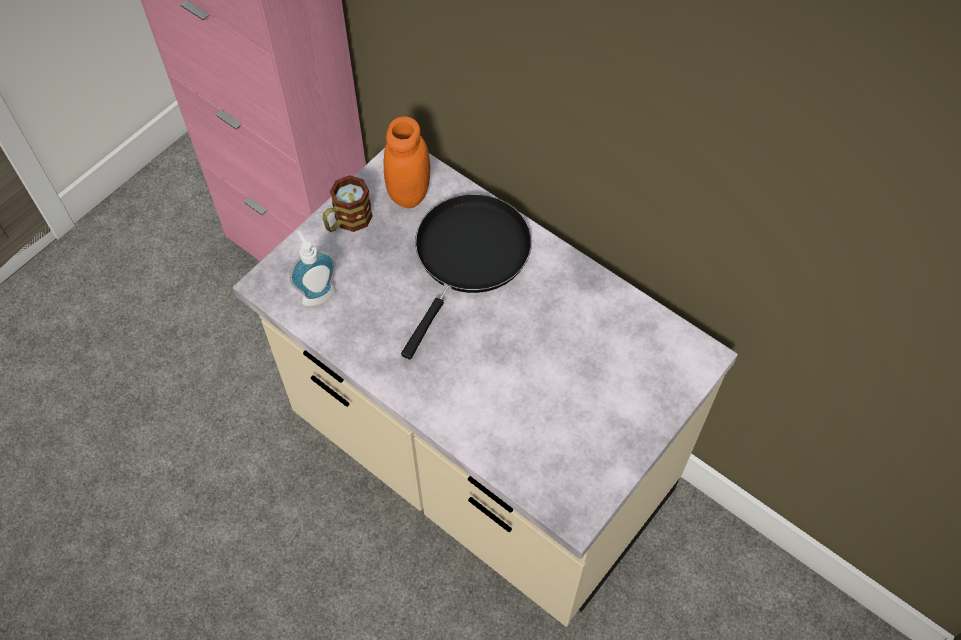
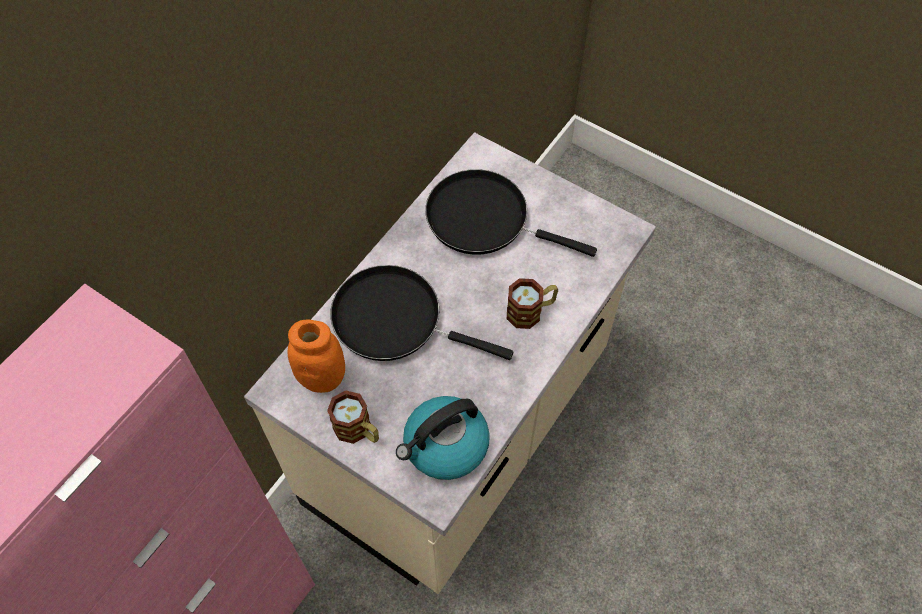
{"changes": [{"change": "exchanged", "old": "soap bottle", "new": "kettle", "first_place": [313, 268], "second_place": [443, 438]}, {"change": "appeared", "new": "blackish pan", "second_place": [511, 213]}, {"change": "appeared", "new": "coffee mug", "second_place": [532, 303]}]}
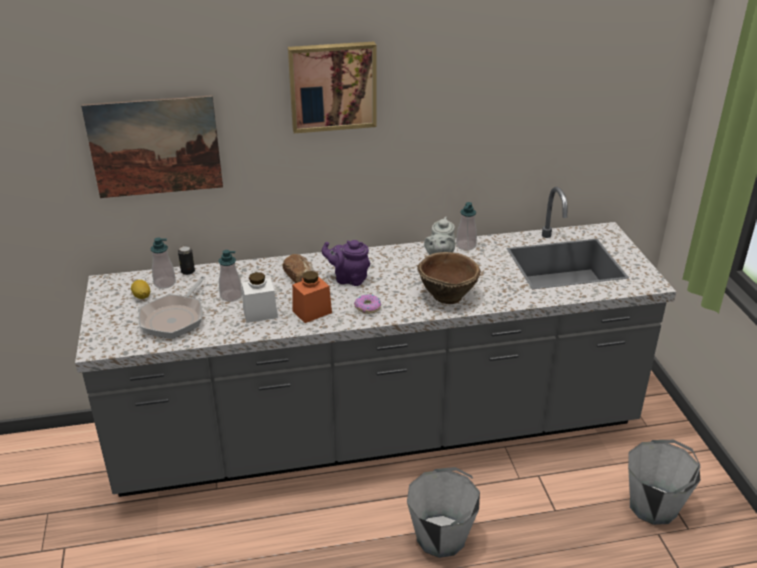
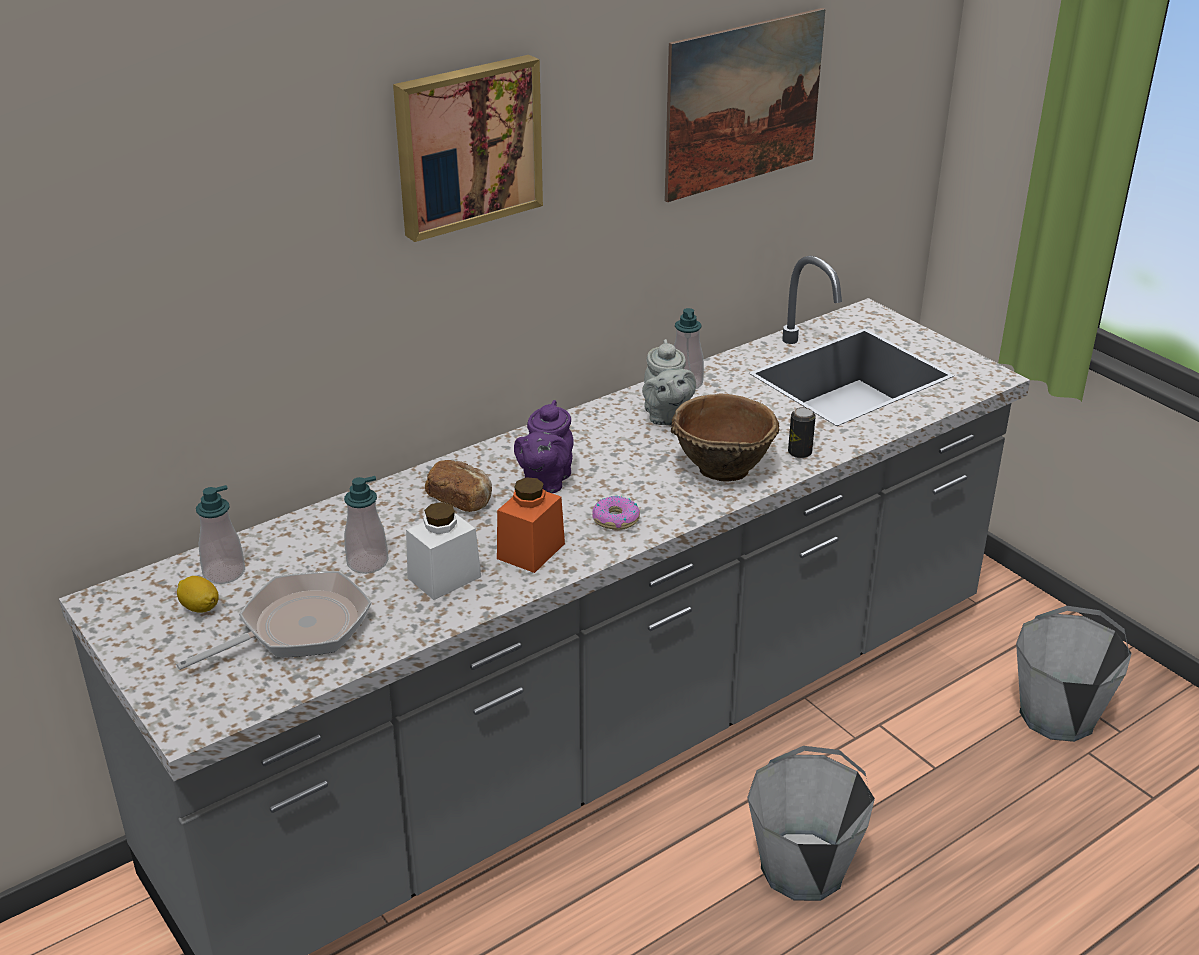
{"changes": [{"change": "relocated", "old": "wall art", "first_place": [152, 146], "second_place": [745, 105]}, {"change": "spun", "old": "purplish teapot", "first_place": [345, 263], "second_place": [544, 446], "degrees": -60}, {"change": "relocated", "old": "can", "first_place": [186, 260], "second_place": [802, 432]}, {"change": "spun", "old": "pan", "first_place": [172, 307], "second_place": [274, 620], "degrees": -120}]}
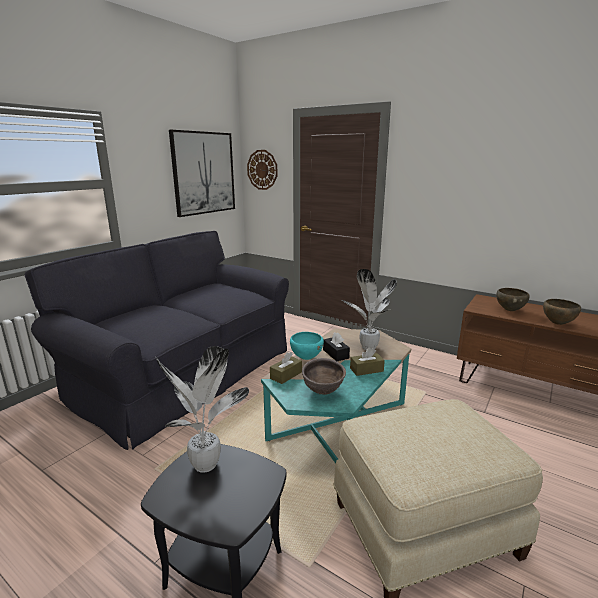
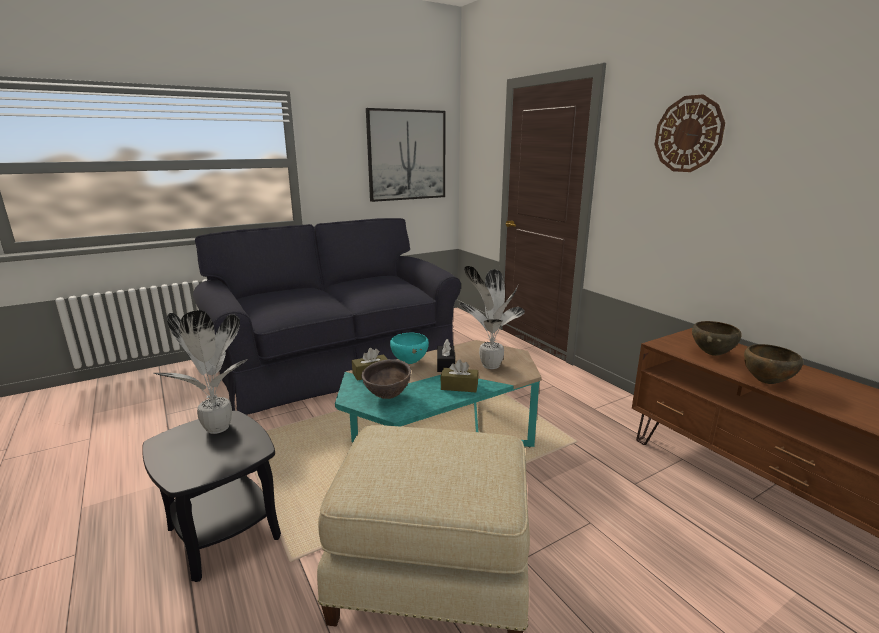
{"changes": [{"change": "relocated", "old": "wall clock", "first_place": [262, 170], "second_place": [689, 133]}]}
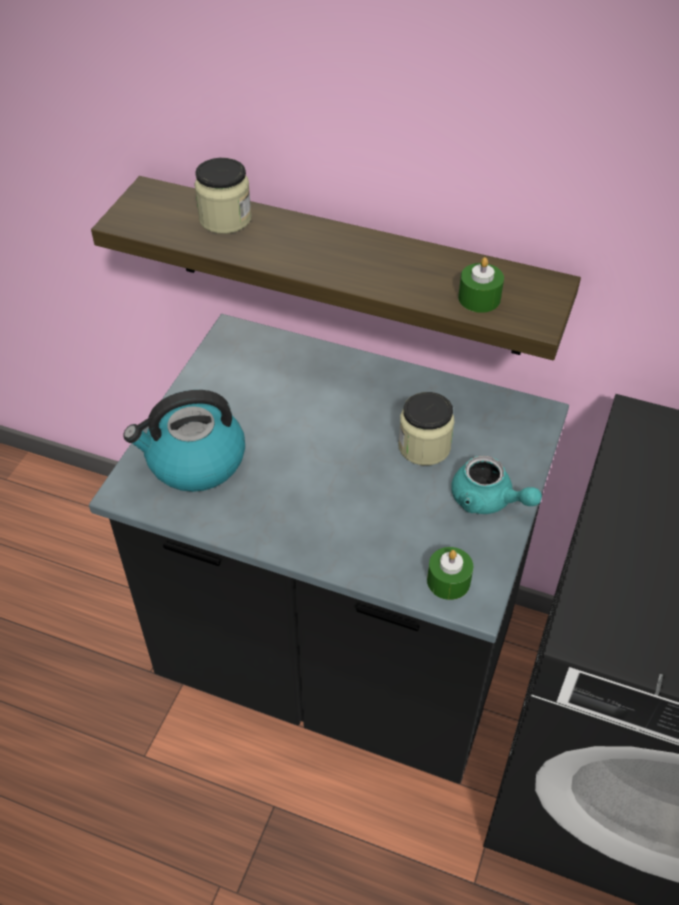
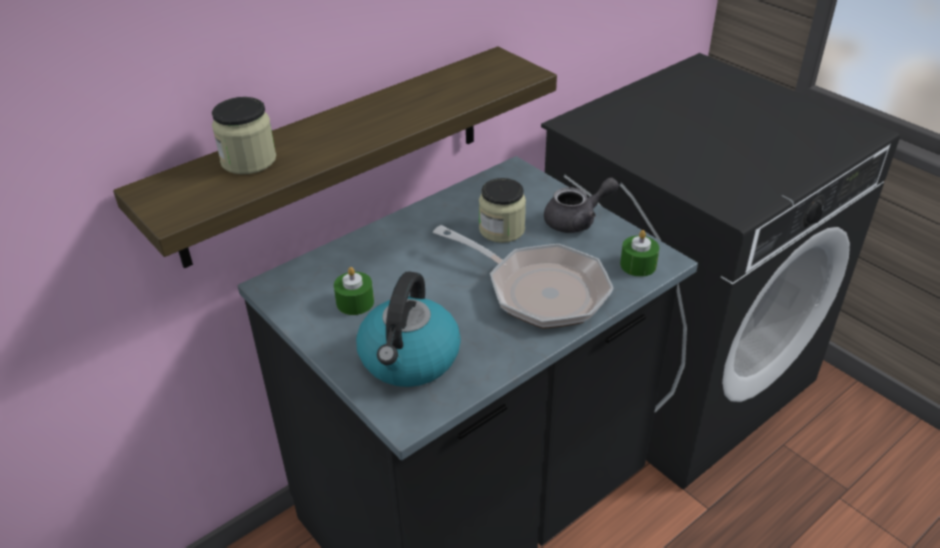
{"changes": [{"change": "relocated", "old": "greenish wax candle", "first_place": [481, 285], "second_place": [354, 291]}, {"change": "colour", "old": "turquoise-coloured teapot", "new": "grey teapot", "first_place": [496, 484], "second_place": [581, 205]}, {"change": "appeared", "new": "pan", "second_place": [523, 277]}]}
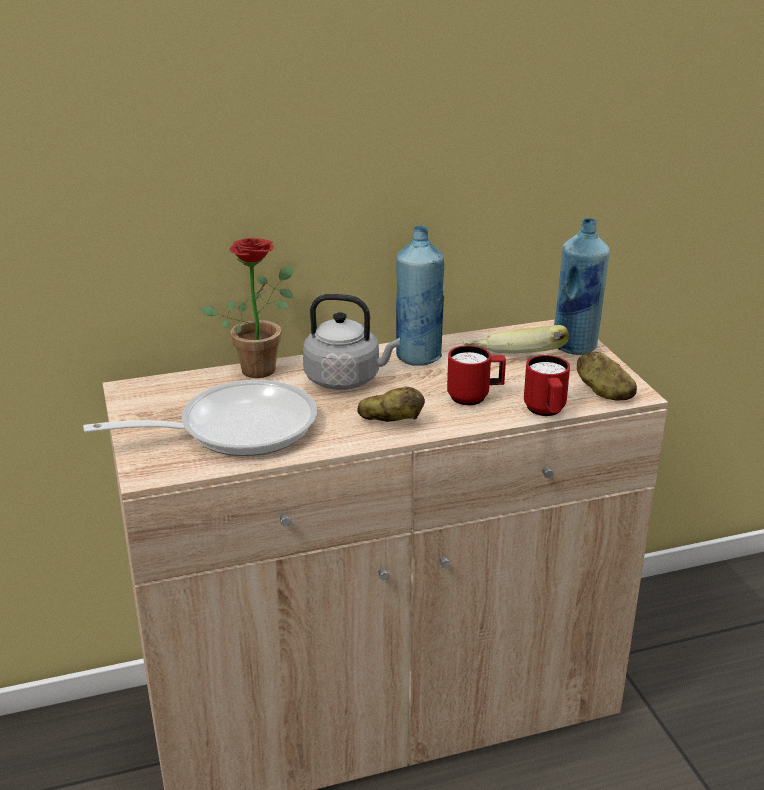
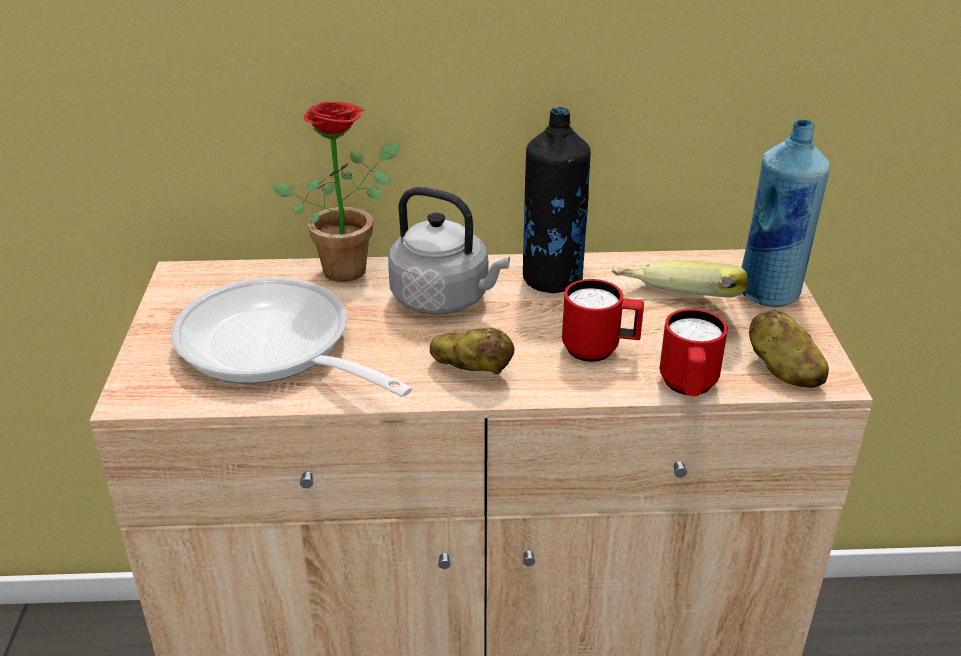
{"changes": [{"change": "colour", "old": "blue-coloured drink bottle", "new": "blackish drink bottle", "first_place": [420, 296], "second_place": [557, 200]}, {"change": "spun", "old": "pan", "first_place": [200, 418], "second_place": [291, 337], "degrees": -135}]}
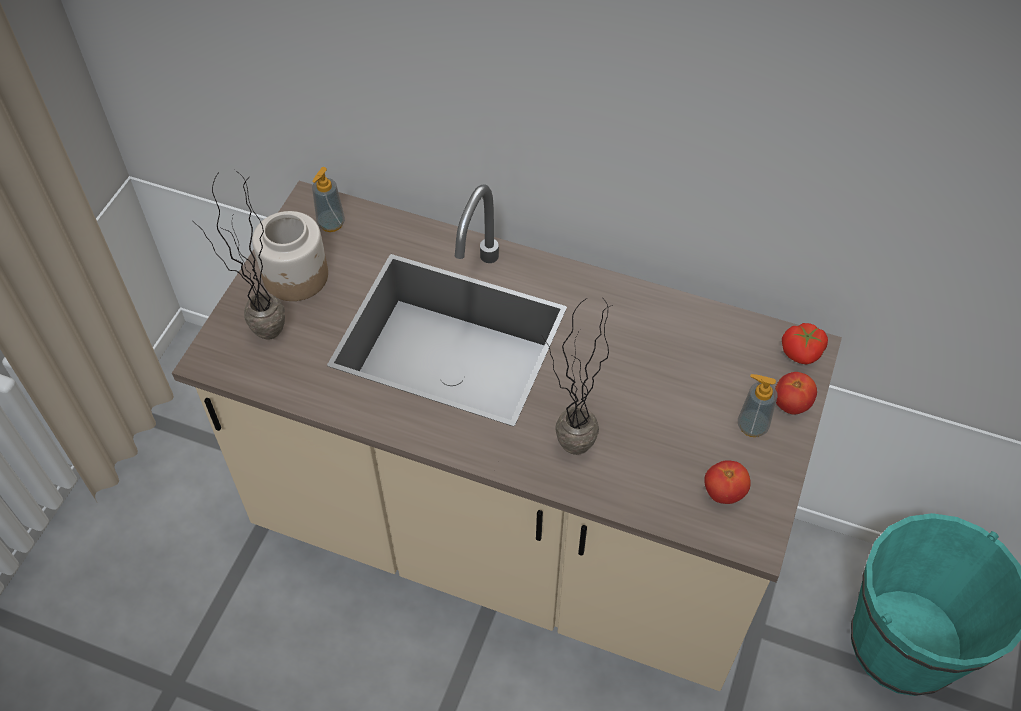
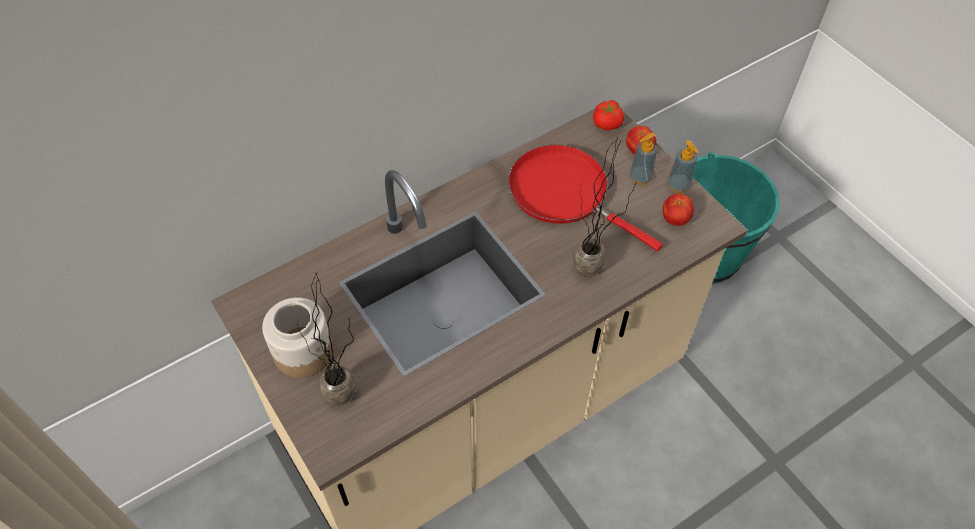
{"changes": [{"change": "relocated", "old": "soap bottle", "first_place": [328, 199], "second_place": [683, 166]}, {"change": "appeared", "new": "reddish pan", "second_place": [585, 198]}]}
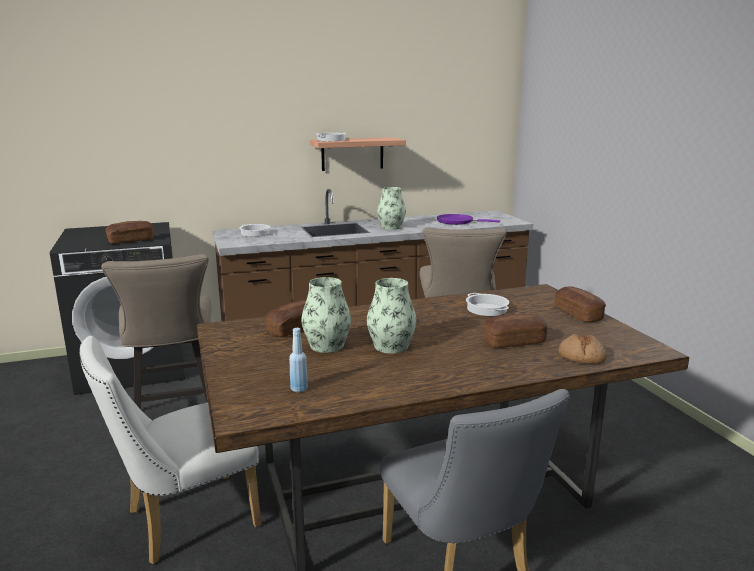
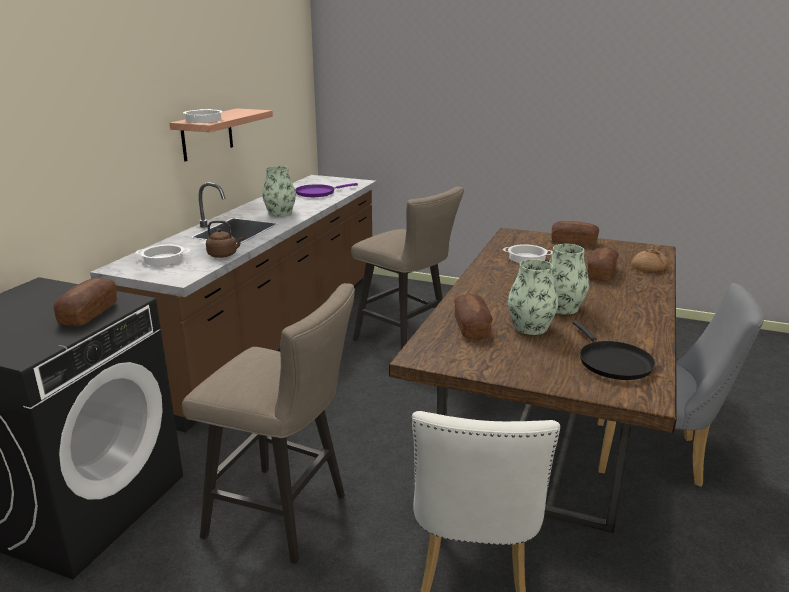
{"changes": [{"change": "exchanged", "old": "blue-coloured drink bottle", "new": "blackish pan", "first_place": [298, 360], "second_place": [614, 350]}, {"change": "appeared", "new": "brown kettle", "second_place": [224, 239]}]}
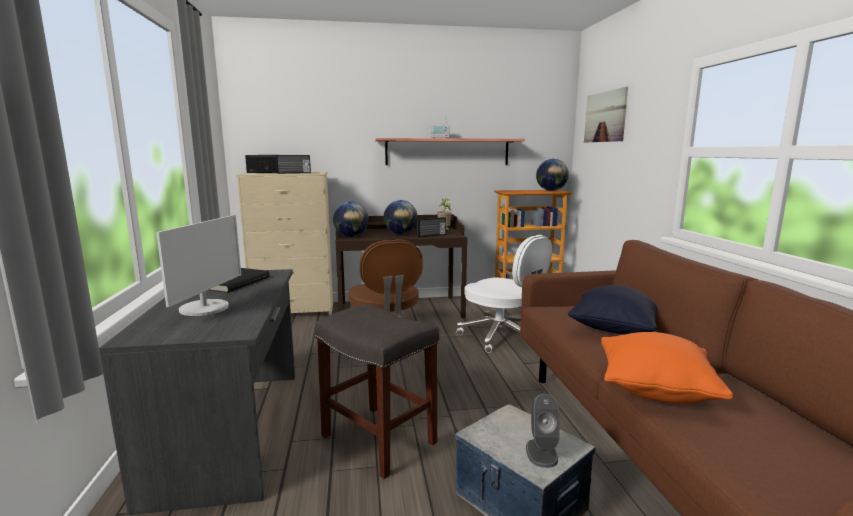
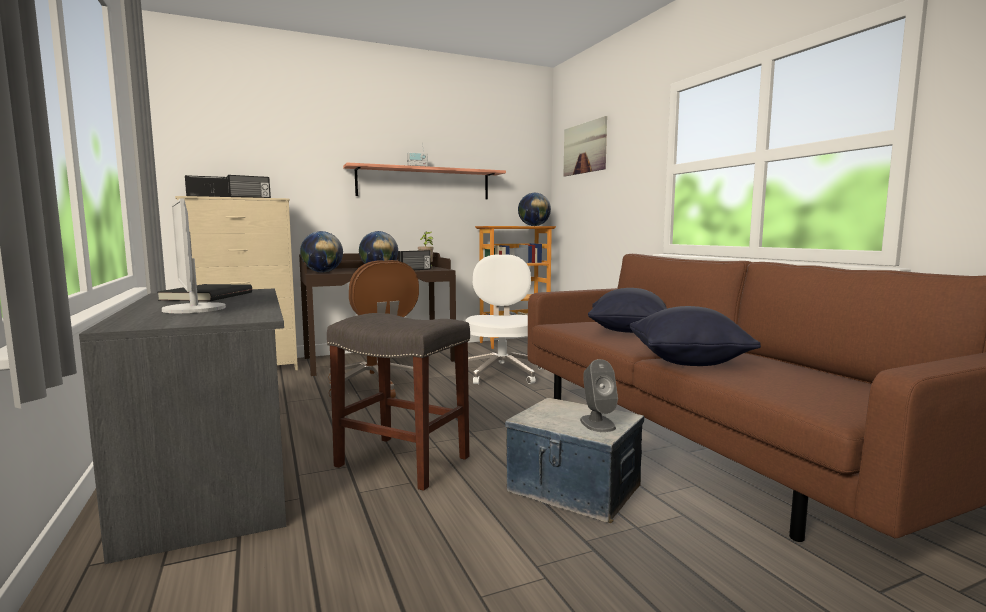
{"changes": [{"change": "spun", "old": "monitor", "first_place": [198, 265], "second_place": [194, 255], "degrees": 150}, {"change": "spun", "old": "white computer chair", "first_place": [504, 294], "second_place": [504, 319], "degrees": -120}, {"change": "colour", "old": "orangey pillow", "new": "blackish pillow", "first_place": [667, 368], "second_place": [695, 336]}]}
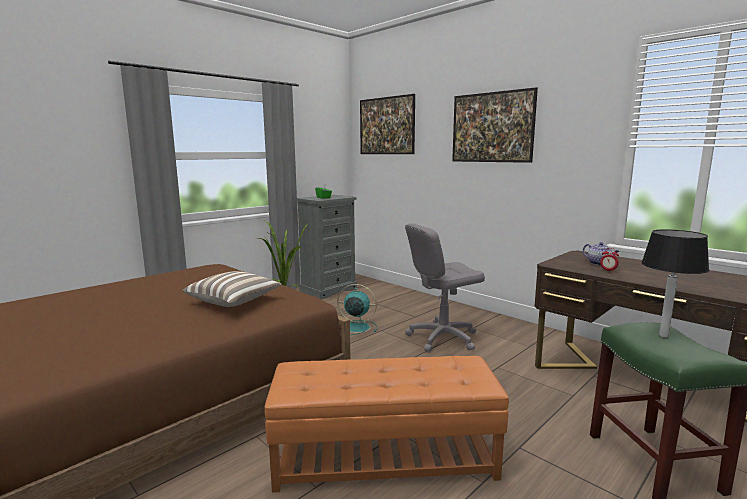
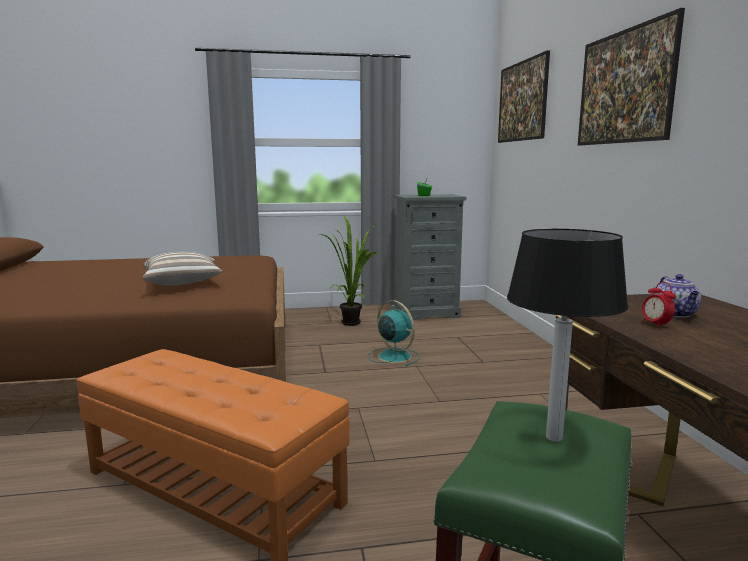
{"changes": [{"change": "missing", "old": "grey computer chair", "first_place": [445, 287]}]}
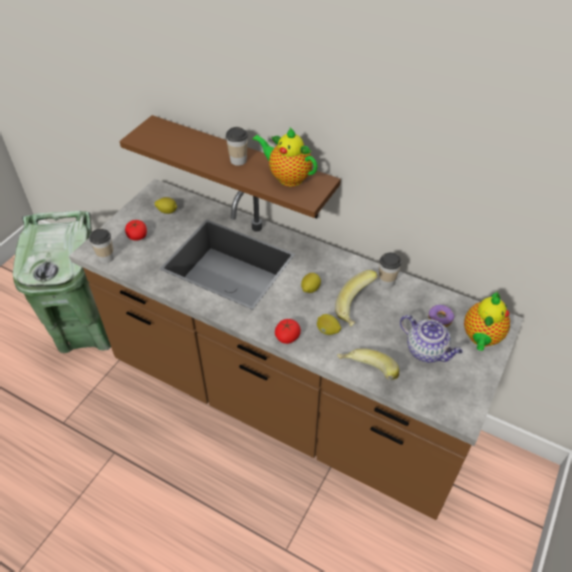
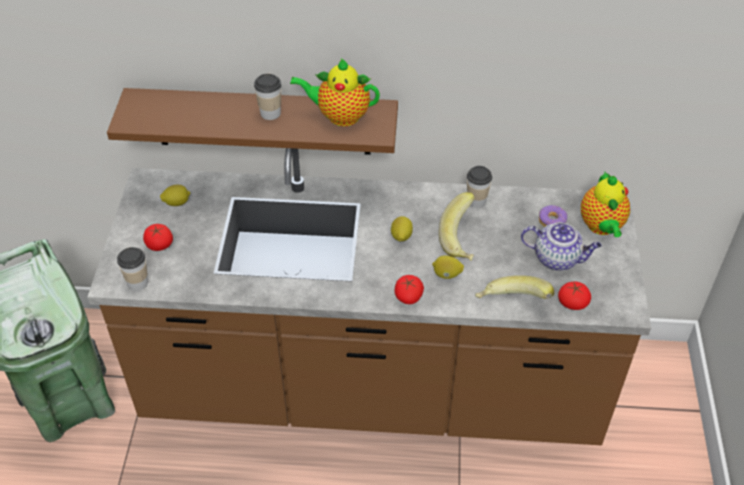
{"changes": [{"change": "appeared", "new": "tomato", "second_place": [574, 295]}]}
